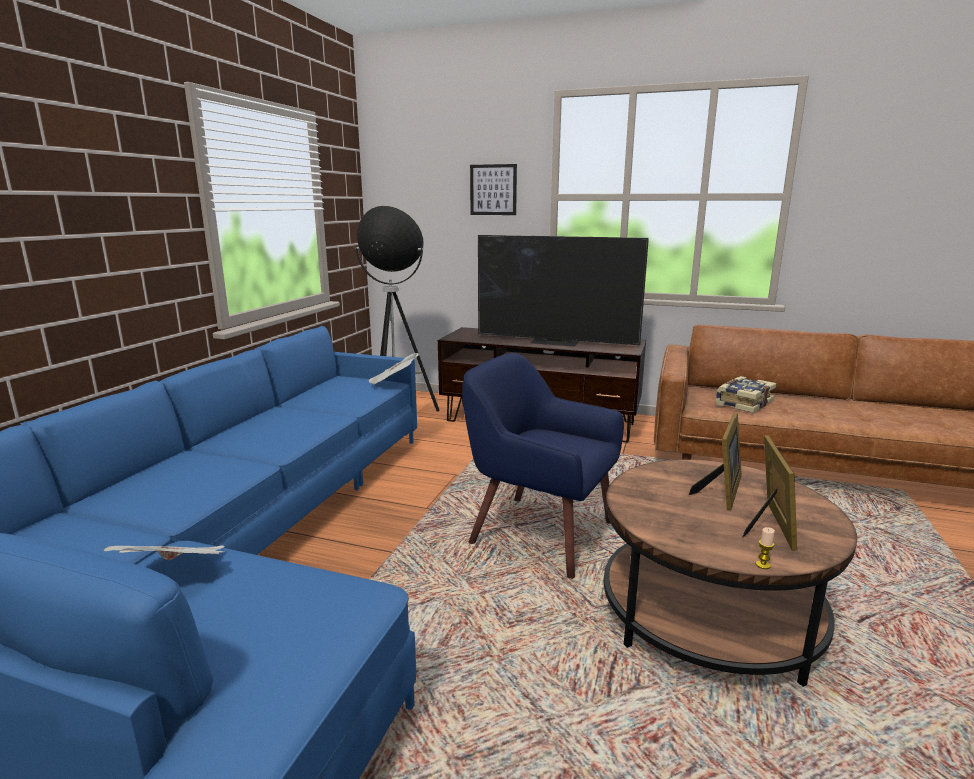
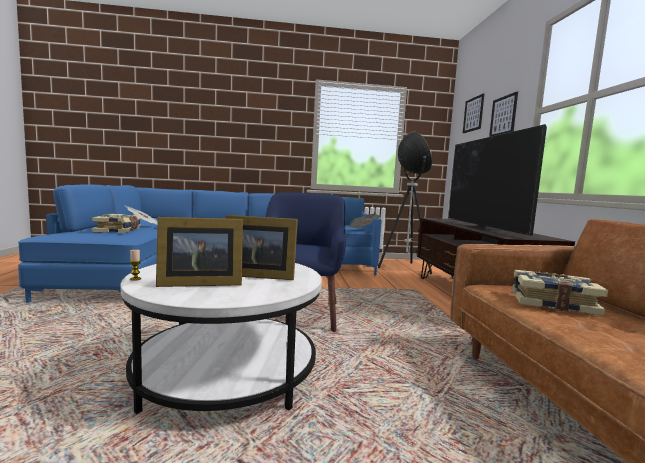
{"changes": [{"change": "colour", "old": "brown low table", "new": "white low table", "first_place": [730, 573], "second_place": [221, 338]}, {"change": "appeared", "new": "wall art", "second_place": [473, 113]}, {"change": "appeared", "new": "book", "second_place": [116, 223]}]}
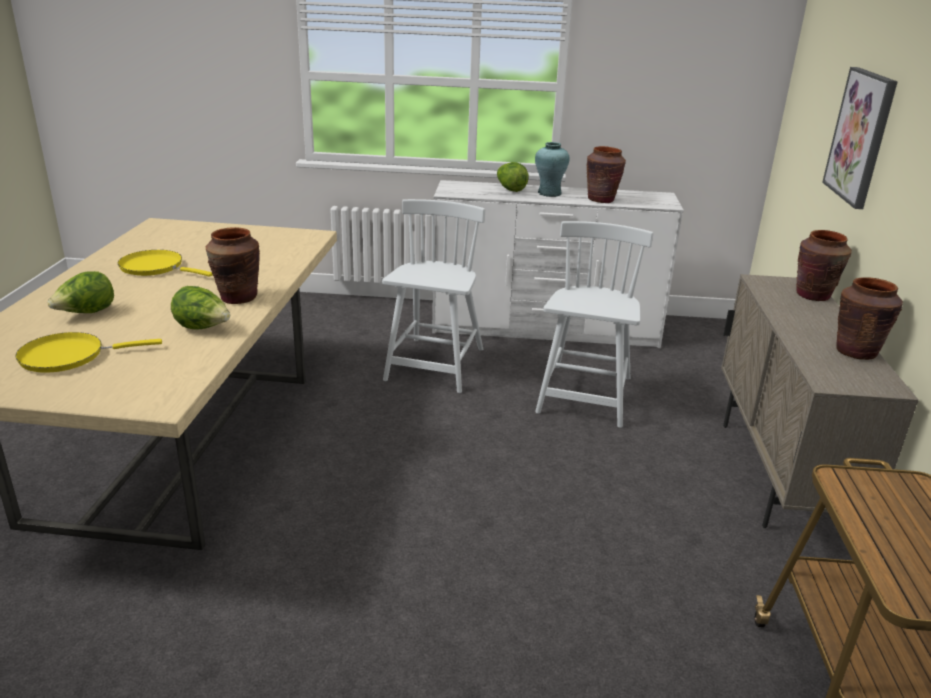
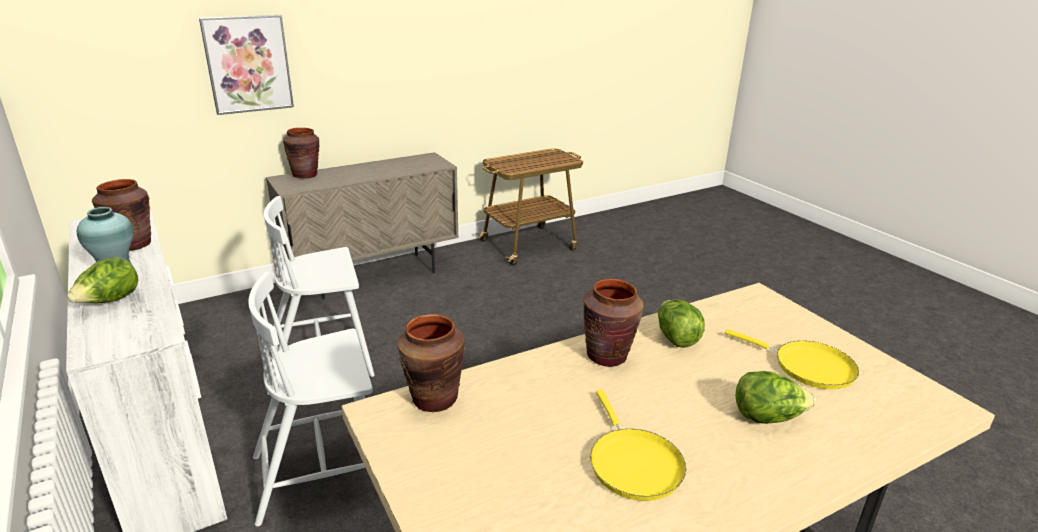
{"changes": [{"change": "relocated", "old": "brown flower vase", "first_place": [869, 318], "second_place": [431, 363]}]}
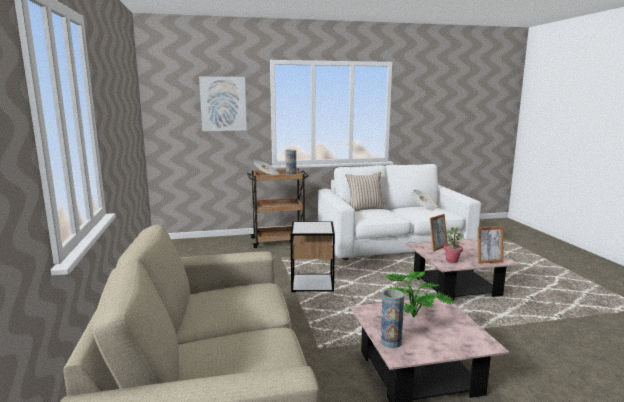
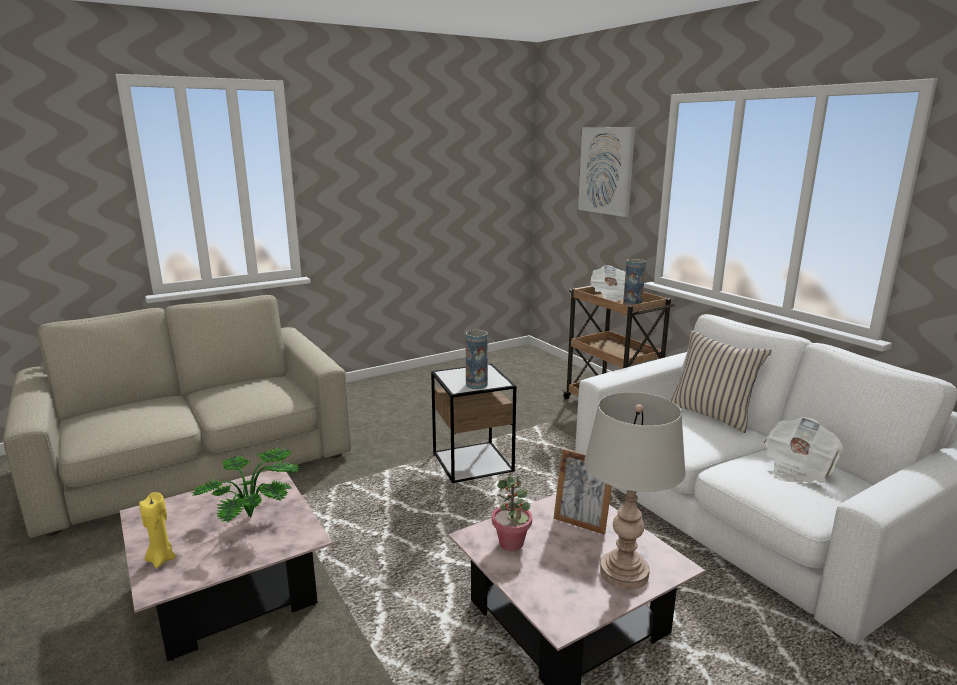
{"changes": [{"change": "missing", "old": "photo frame", "first_place": [490, 245]}, {"change": "relocated", "old": "flower vase", "first_place": [392, 318], "second_place": [477, 359]}, {"change": "appeared", "new": "grey lamp for a table", "second_place": [635, 491]}, {"change": "appeared", "new": "yellow wax candle", "second_place": [157, 530]}]}
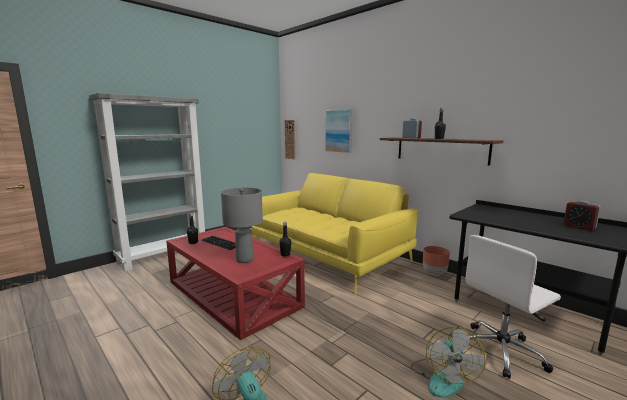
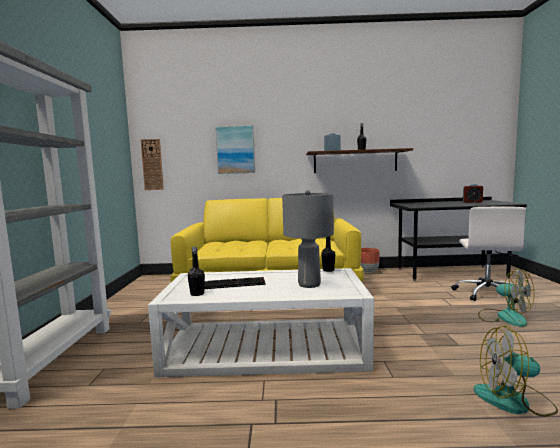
{"changes": [{"change": "colour", "old": "reddish low table", "new": "white low table", "first_place": [235, 283], "second_place": [261, 322]}]}
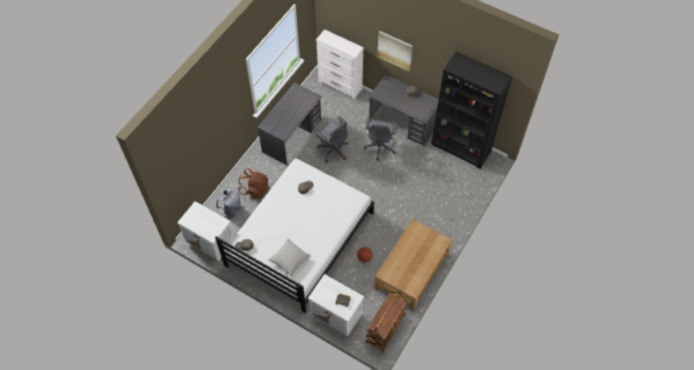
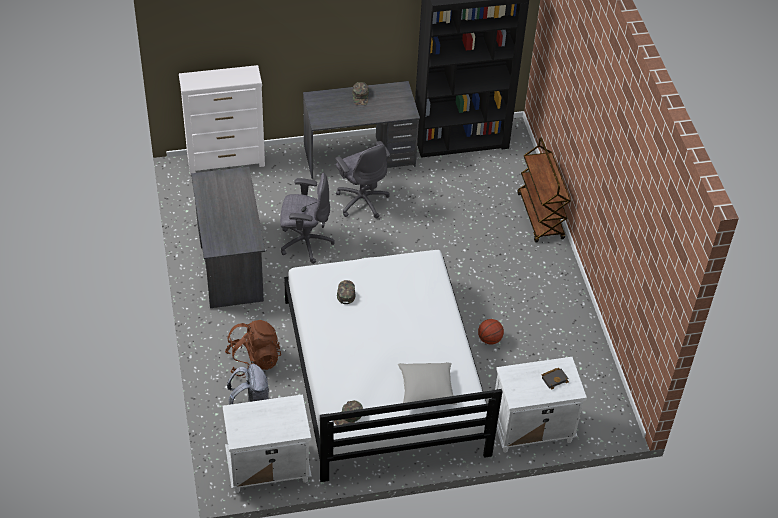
{"changes": [{"change": "missing", "old": "wall art", "first_place": [395, 51]}, {"change": "missing", "old": "brown low table", "first_place": [413, 265]}, {"change": "relocated", "old": "brown wheeled cart", "first_place": [386, 321], "second_place": [544, 190]}]}
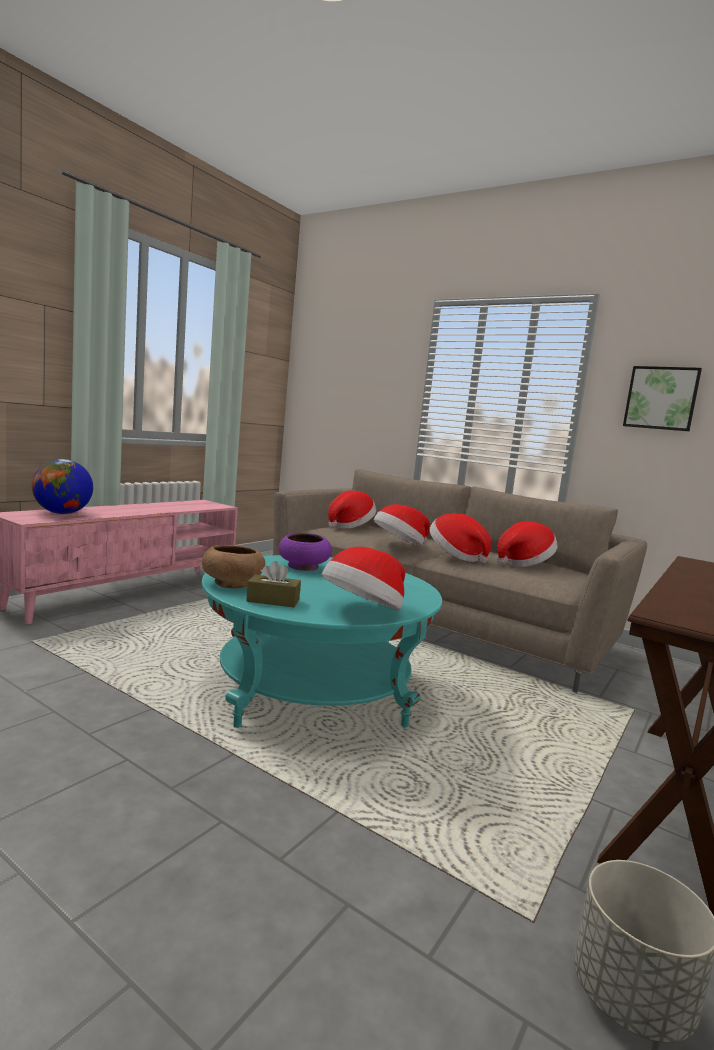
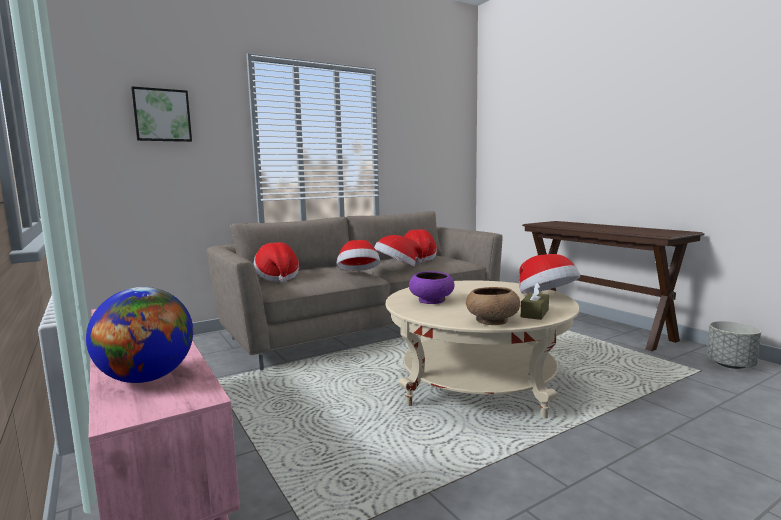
{"changes": [{"change": "relocated", "old": "wall art", "first_place": [662, 398], "second_place": [161, 114]}, {"change": "colour", "old": "turquoise-coloured low table", "new": "beige-coloured low table", "first_place": [322, 641], "second_place": [482, 349]}]}
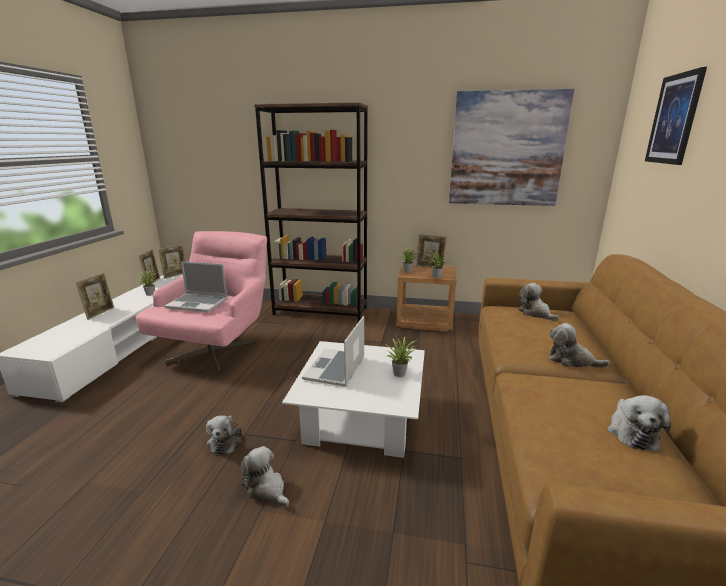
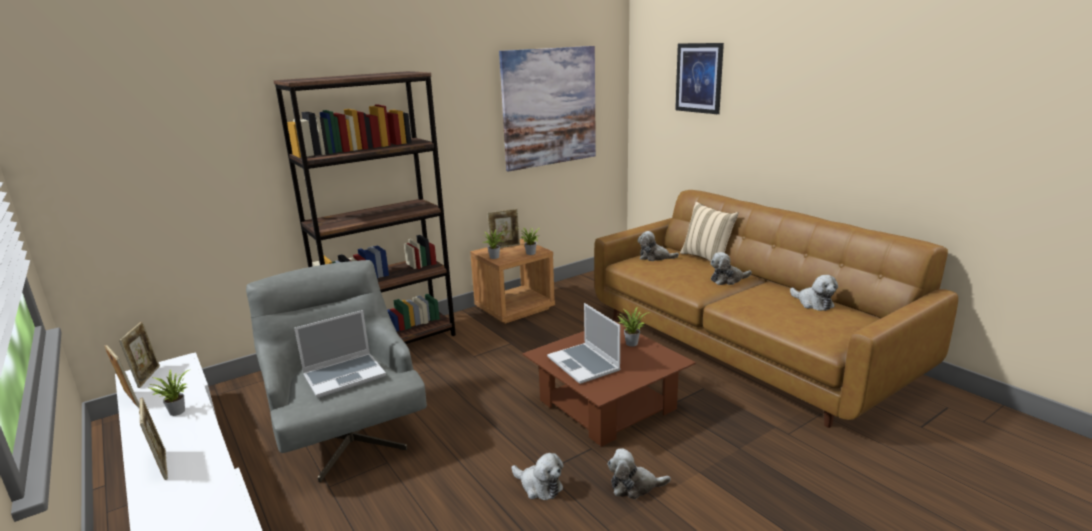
{"changes": [{"change": "colour", "old": "pink lounge chair", "new": "grey lounge chair", "first_place": [201, 301], "second_place": [336, 371]}, {"change": "colour", "old": "white low table", "new": "brown low table", "first_place": [353, 399], "second_place": [609, 383]}, {"change": "appeared", "new": "beige-coloured pillow", "second_place": [709, 232]}]}
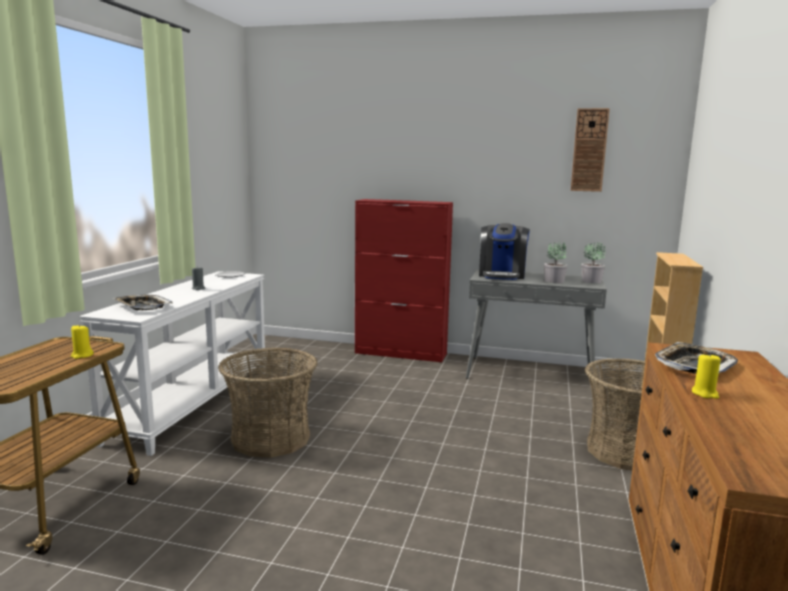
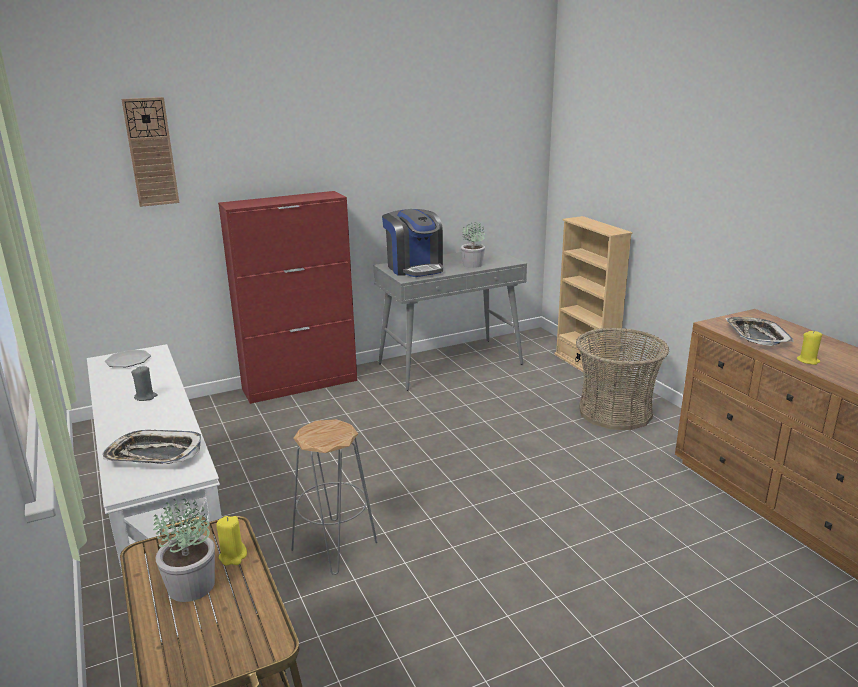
{"changes": [{"change": "relocated", "old": "wall clock", "first_place": [590, 150], "second_place": [150, 152]}, {"change": "relocated", "old": "potted plant", "first_place": [593, 263], "second_place": [184, 548]}, {"change": "exchanged", "old": "basket", "new": "grey stool", "first_place": [267, 402], "second_place": [334, 497]}]}
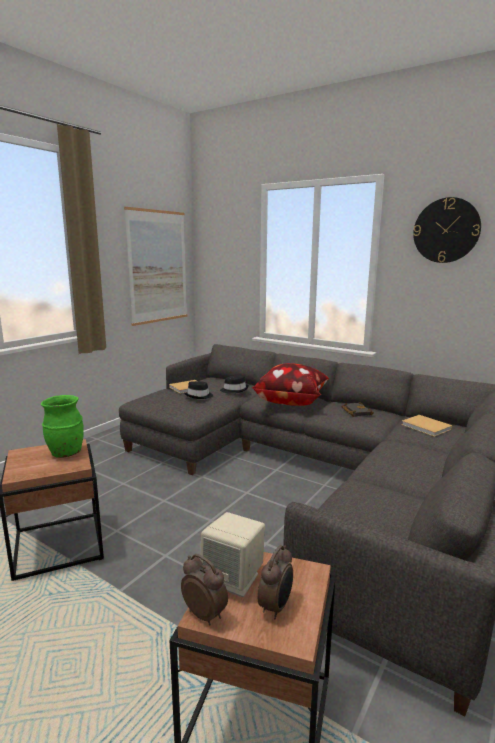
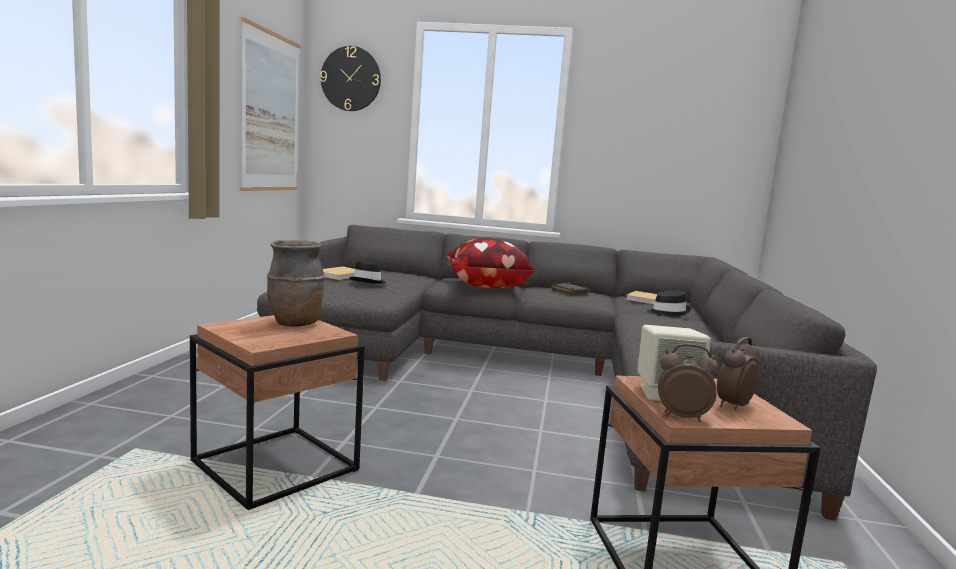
{"changes": [{"change": "relocated", "old": "wall clock", "first_place": [447, 230], "second_place": [350, 78]}, {"change": "relocated", "old": "blackish hat", "first_place": [234, 384], "second_place": [669, 303]}, {"change": "colour", "old": "greenish flower vase", "new": "brown flower vase", "first_place": [62, 426], "second_place": [296, 283]}, {"change": "spun", "old": "alarm clock", "first_place": [275, 582], "second_place": [738, 373], "degrees": -135}]}
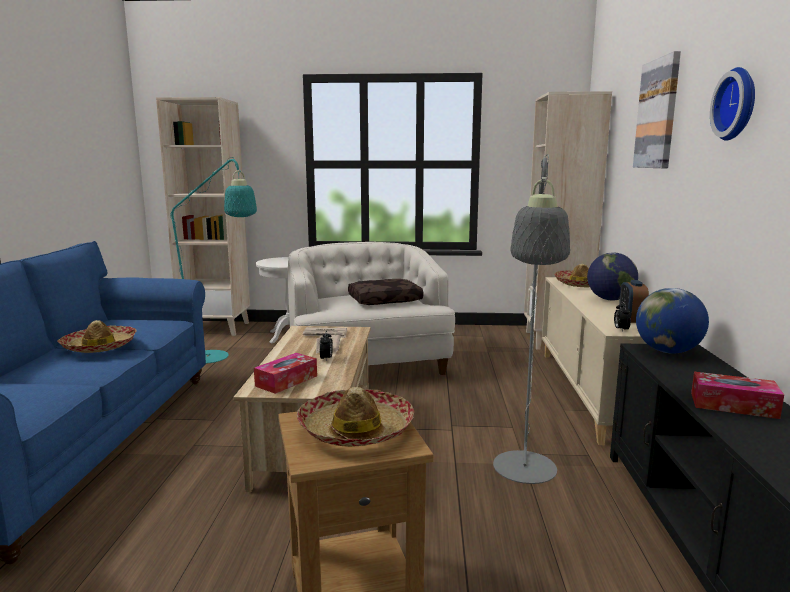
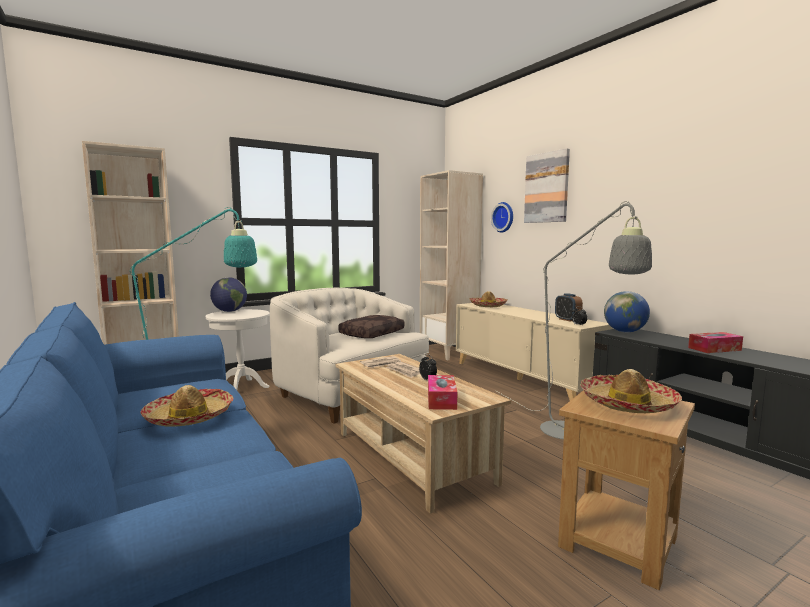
{"changes": [{"change": "relocated", "old": "wall clock", "first_place": [732, 104], "second_place": [502, 217]}, {"change": "relocated", "old": "globe", "first_place": [612, 276], "second_place": [228, 294]}]}
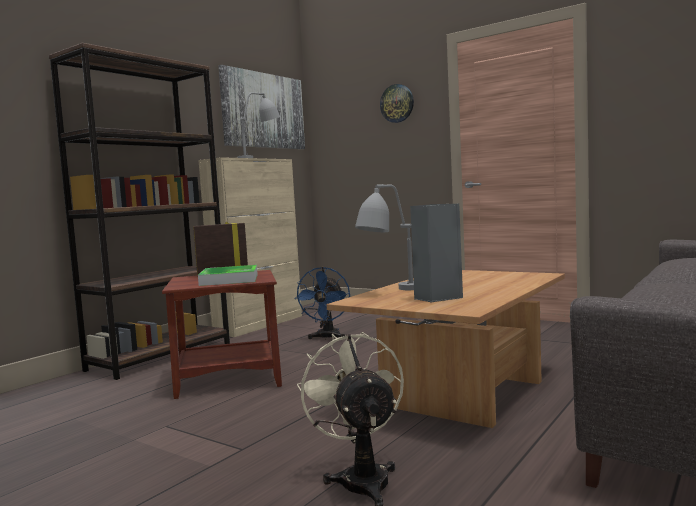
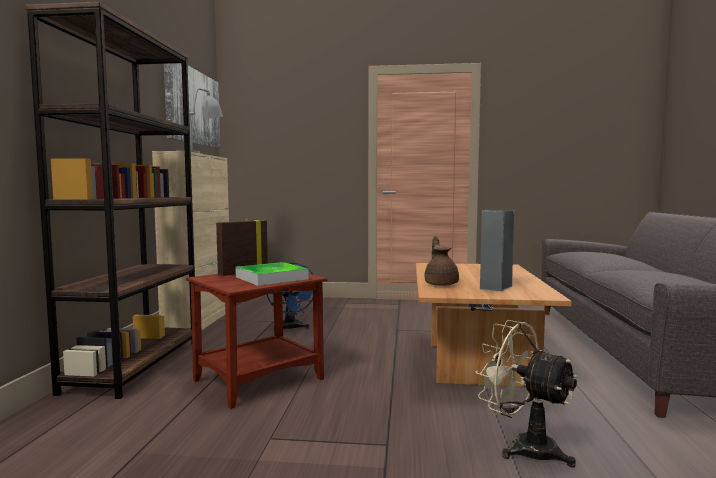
{"changes": [{"change": "missing", "old": "wall clock", "first_place": [397, 103]}, {"change": "exchanged", "old": "grey lamp for a table", "new": "brown teapot", "first_place": [384, 237], "second_place": [441, 261]}]}
